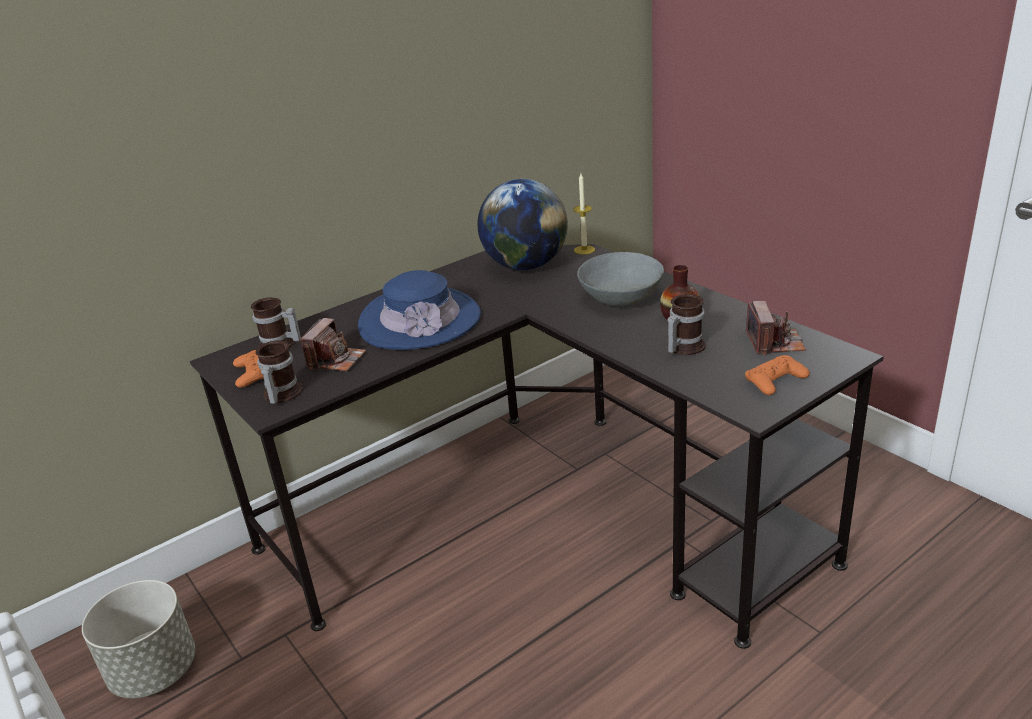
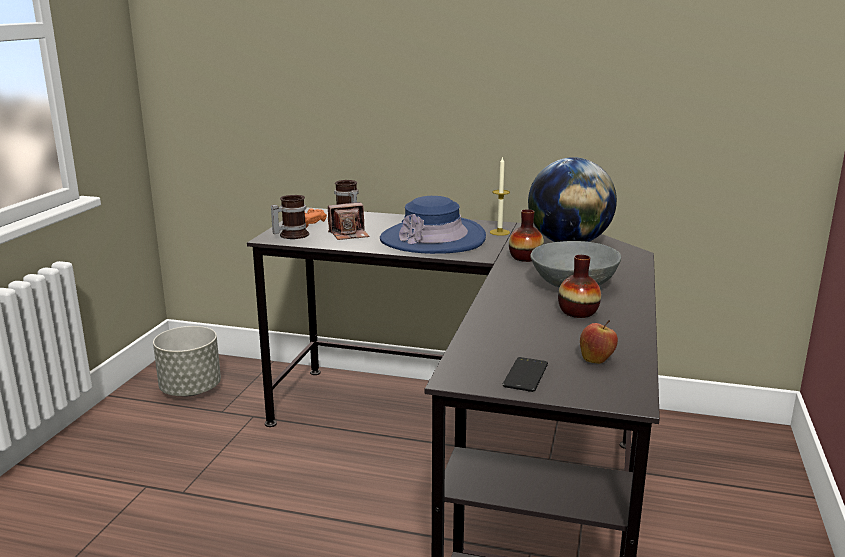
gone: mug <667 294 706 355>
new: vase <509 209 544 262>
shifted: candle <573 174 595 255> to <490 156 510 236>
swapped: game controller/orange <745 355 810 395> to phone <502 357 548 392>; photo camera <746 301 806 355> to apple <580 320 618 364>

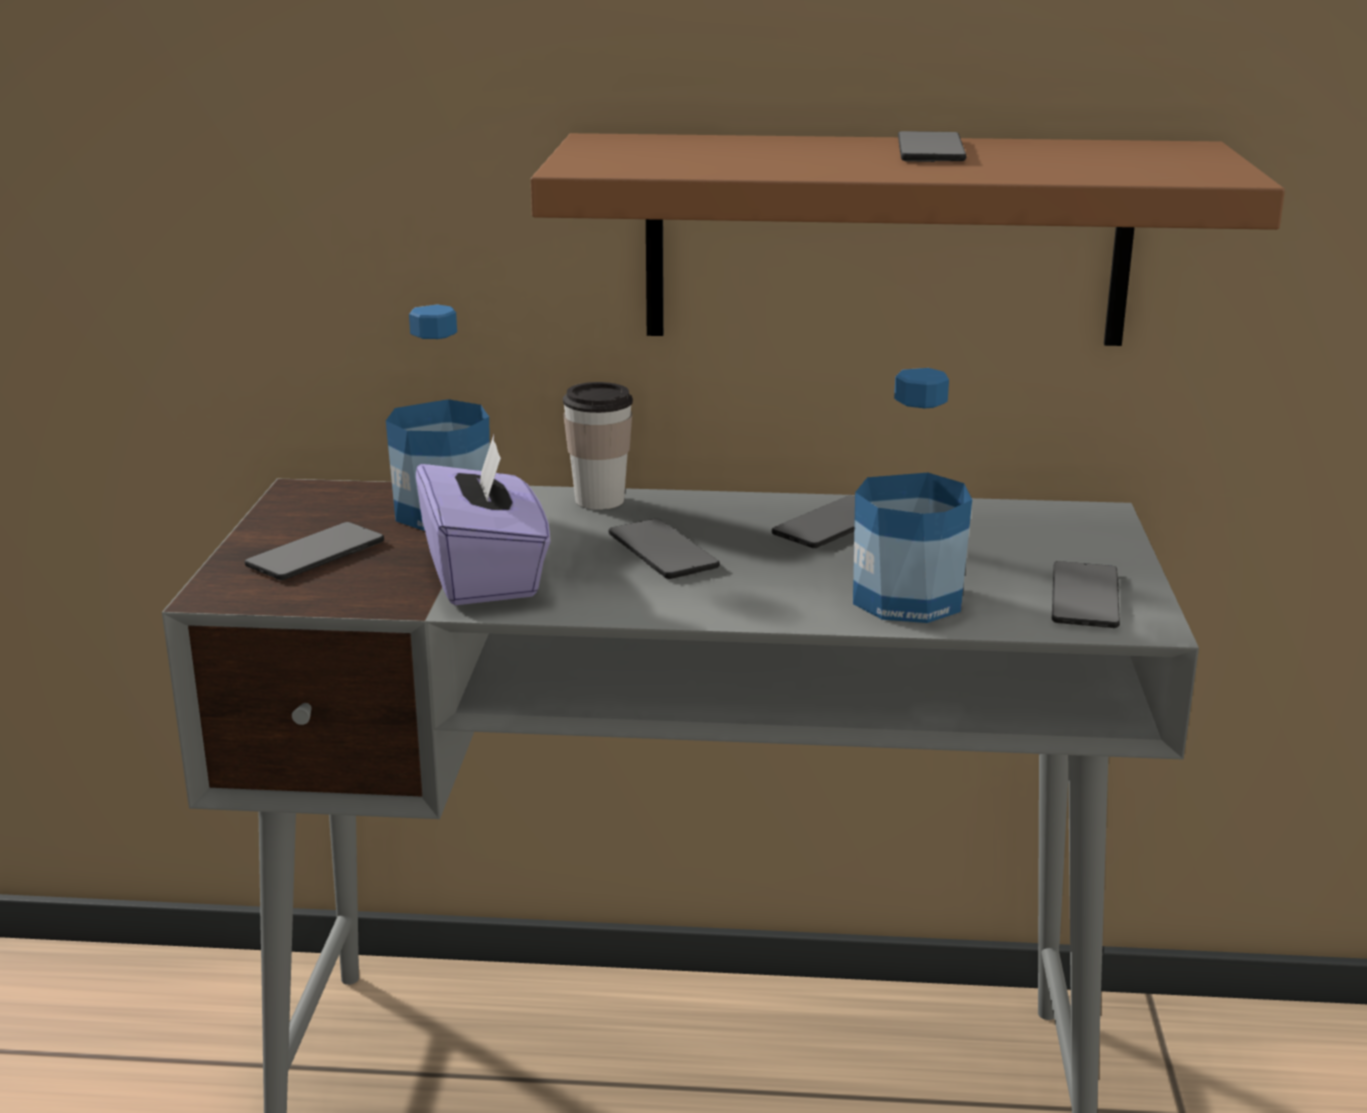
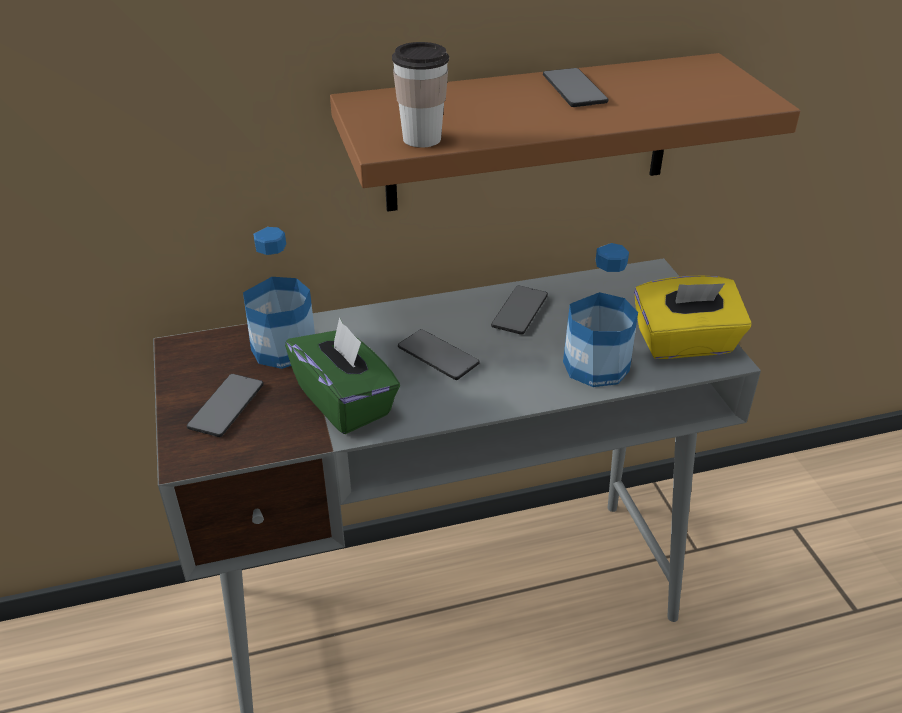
shifted: cup <563 382 633 510> to <392 42 449 148>
swapped: phone <1052 561 1120 628> to tissue box/yellow <634 276 752 359>
repainted: tissue box/purple <416 435 551 605> to tissue box/green <285 317 400 434>

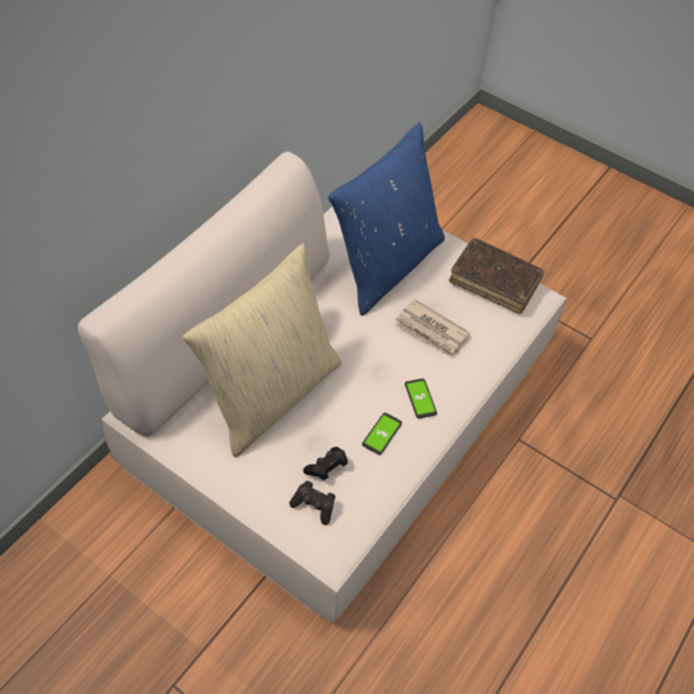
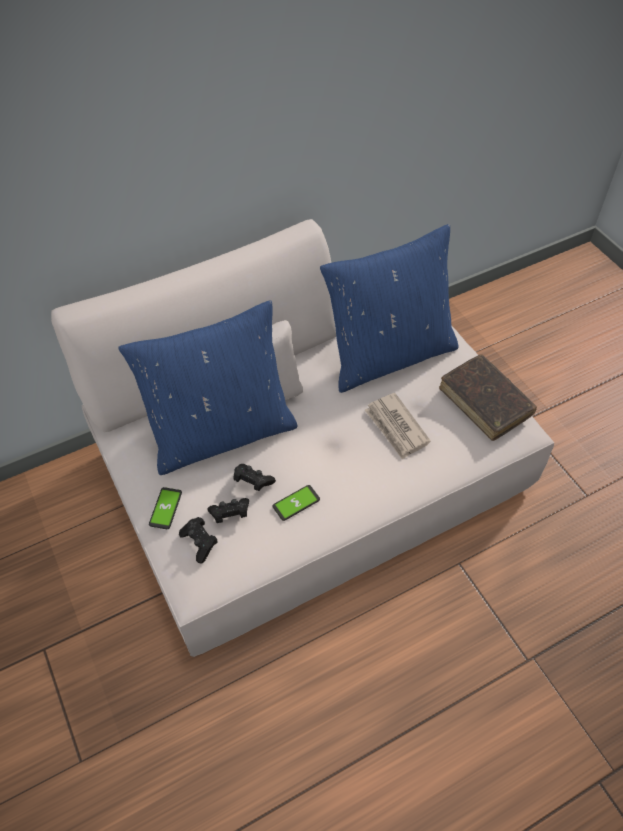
new: game controller/black <233 464 276 491>
shifted: phone <405 379 437 418> to <149 487 182 529>
repainted: pillow/beige <183 243 341 457> to pillow/blue <118 300 298 475>

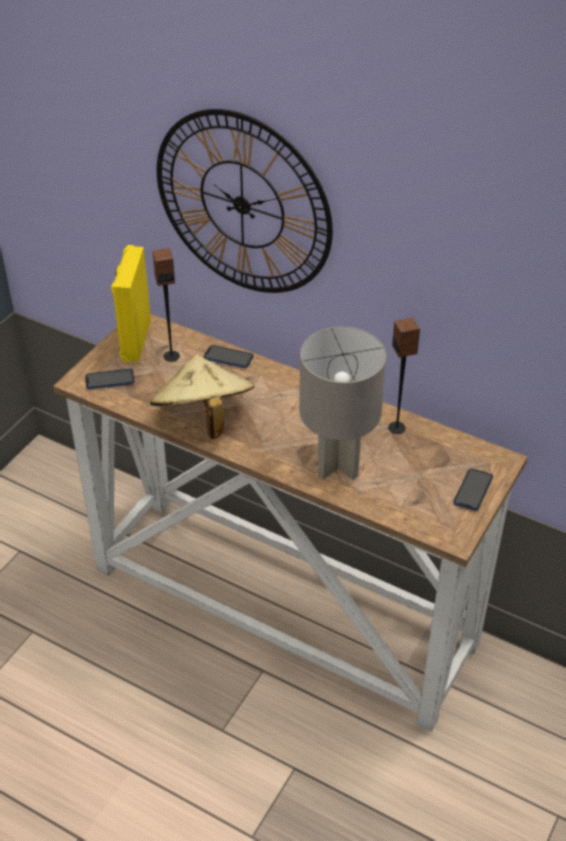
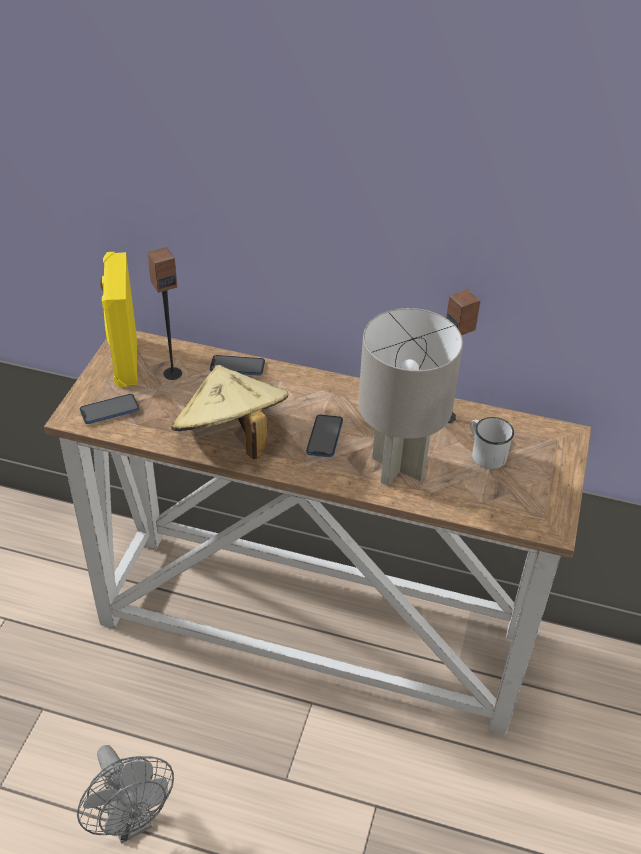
gone: wall clock <157 109 333 293>
new: fan/grey <77 745 174 843>; mug/white <470 417 514 469>
shifted: phone <453 469 493 511> to <306 415 343 457>

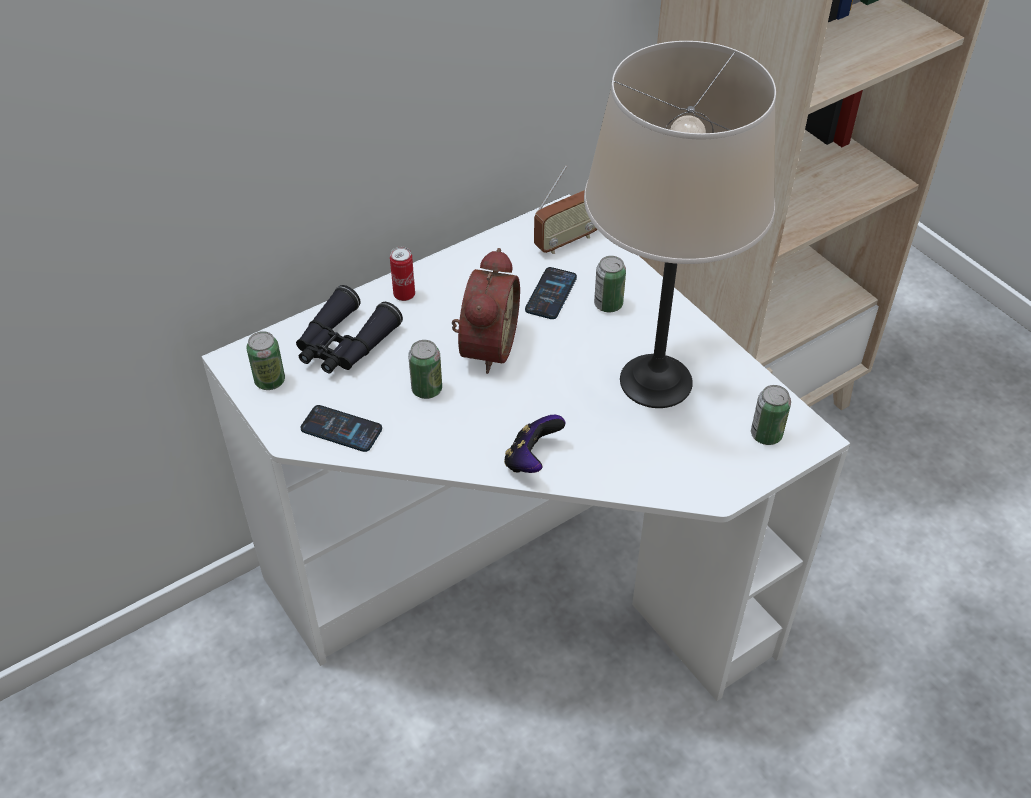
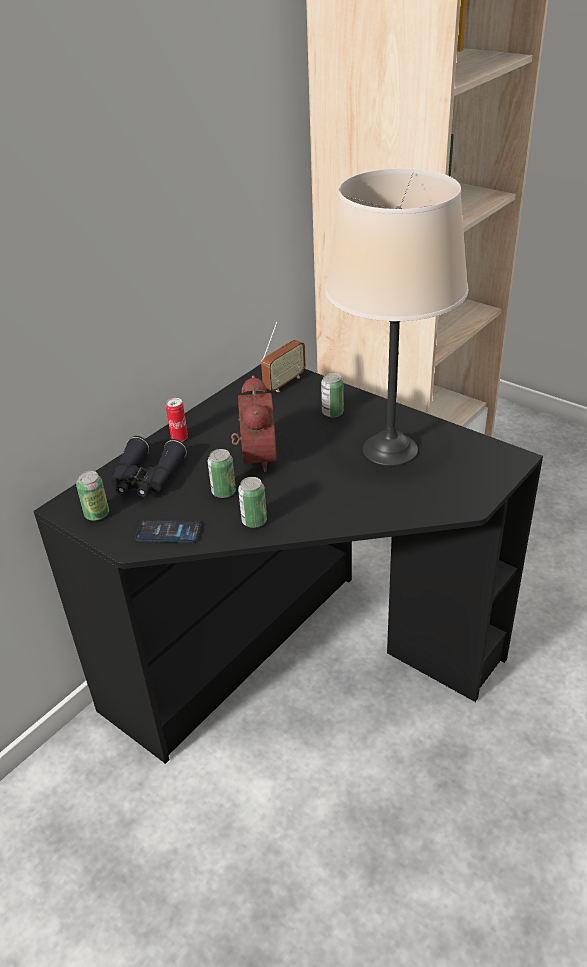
gone: game controller <504 415 565 473>; phone <525 267 577 319>
shifted: can <751 385 791 445> to <238 477 267 528>
repainted: desk/white <201 194 850 701> to desk/black <33 364 543 764>

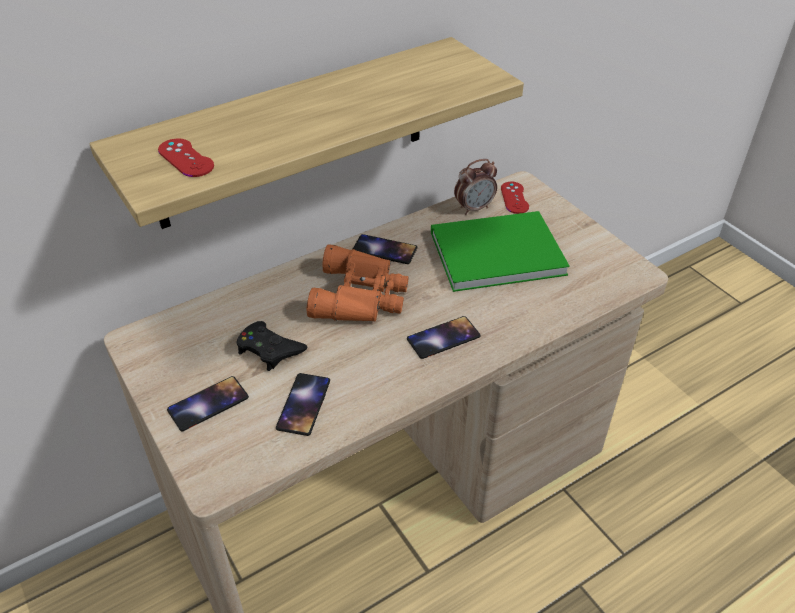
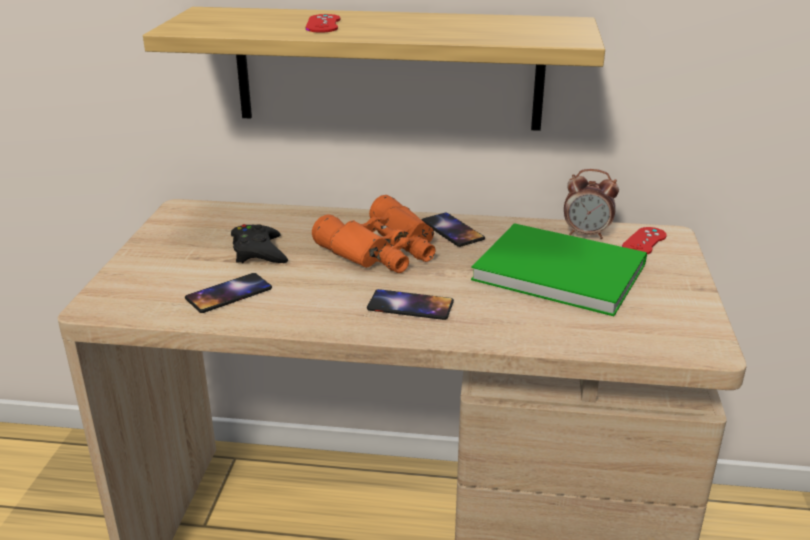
gone: phone <167 376 249 431>
shifted: game controller/red <158 139 214 177> to <306 14 340 33>

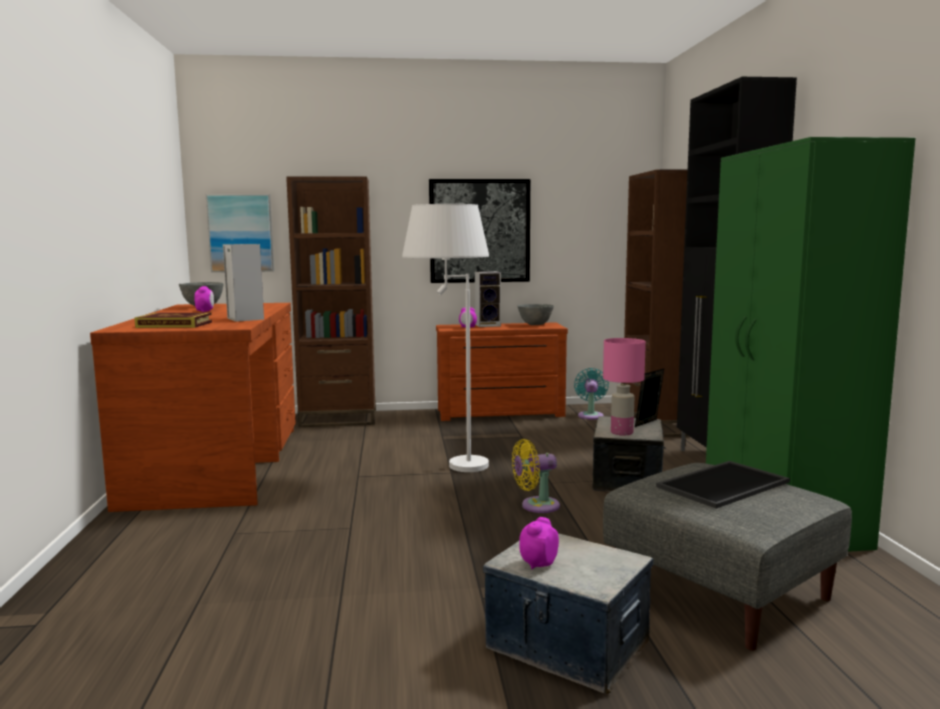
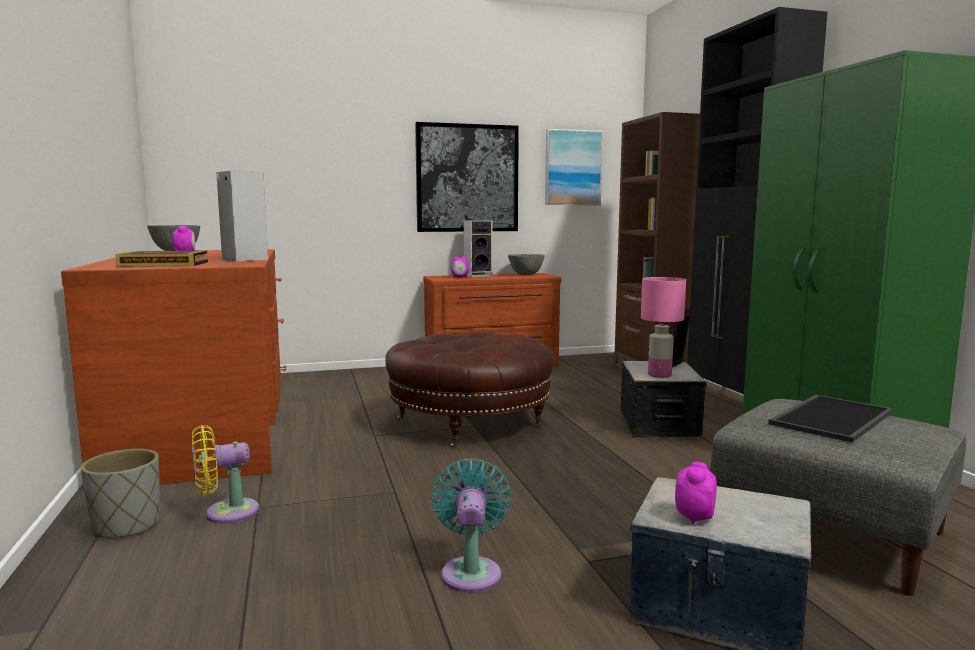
gone: bookcase/brown <286 176 376 427>
new: planter/grey <81 449 160 538>
shifted: picture <206 194 274 272> to <545 129 603 205>; fan/yellow <512 439 560 513> to <192 425 259 523>; fan/turquoise <574 368 609 420> to <431 459 512 593>
swapped: floor lamp/white <402 204 489 472> to ottoman/brown <385 332 554 448>

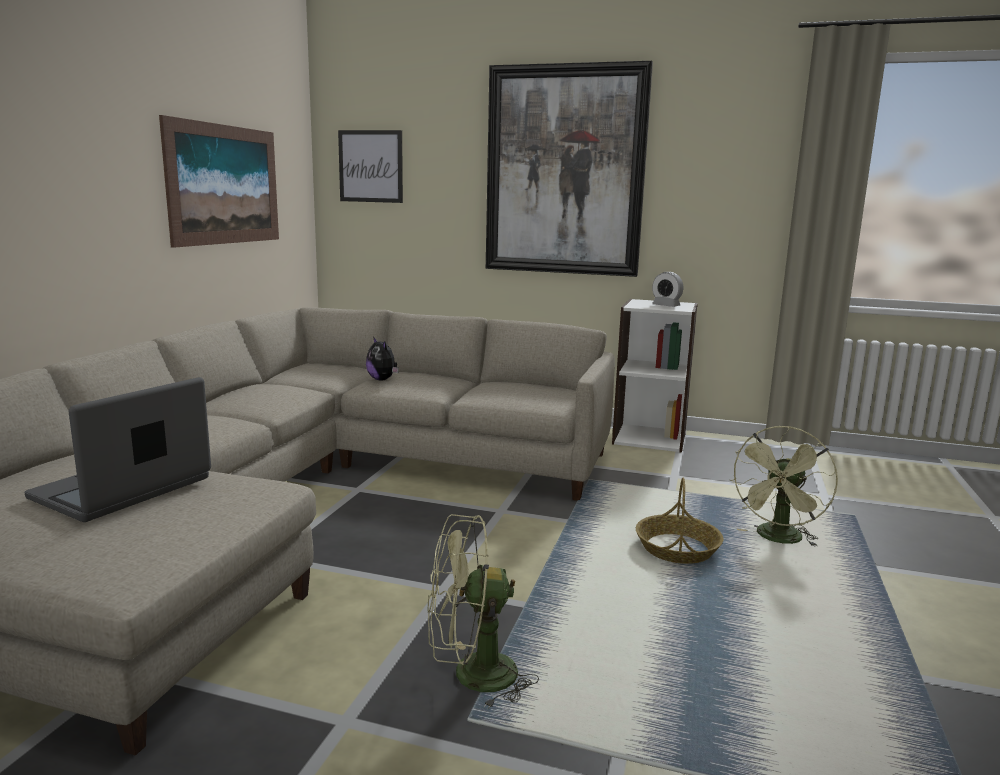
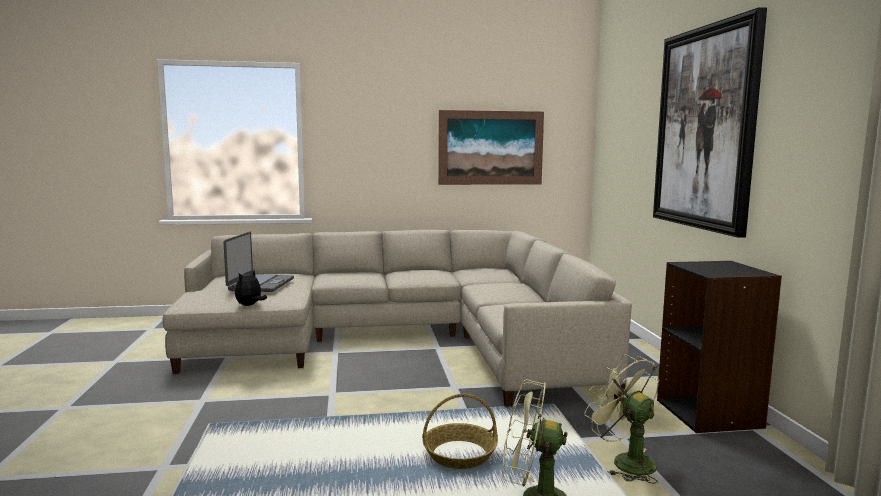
gone: picture <338 130 403 203>; alarm clock <652 272 683 307>
shifted: plush toy <366 338 399 380> to <235 270 267 306>; fan/green <428 514 539 708> to <584 354 660 484>
repainted: bookcase/white <612 299 698 453> to bookcase/black <657 261 782 433>
rotated: laptop <25 377 211 522> = <223 232 294 292> 90 degrees clockwise

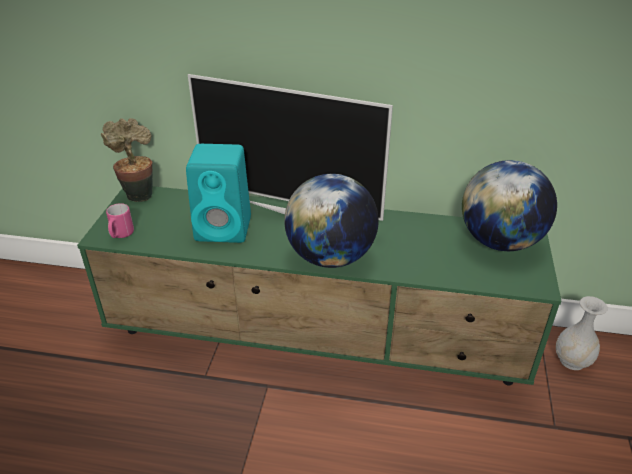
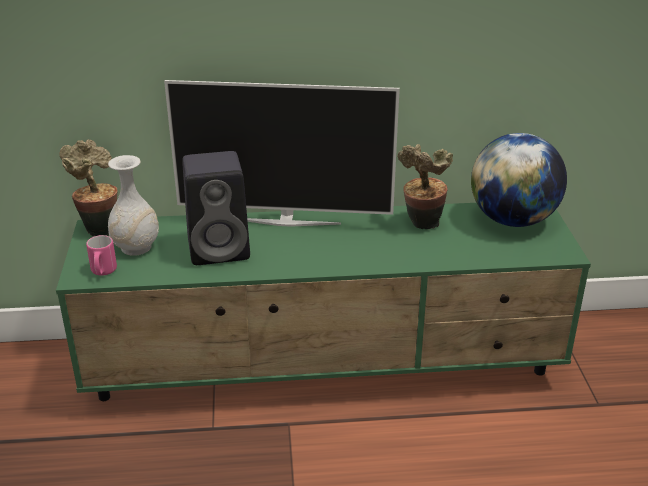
gone: globe <284 174 379 268>
new: potted plant <397 144 453 229>
shifted: vase/white <556 296 608 370> to <108 155 159 256>
repainted: speaker/turquoise <186 144 251 243> to speaker/black <182 151 250 265>

